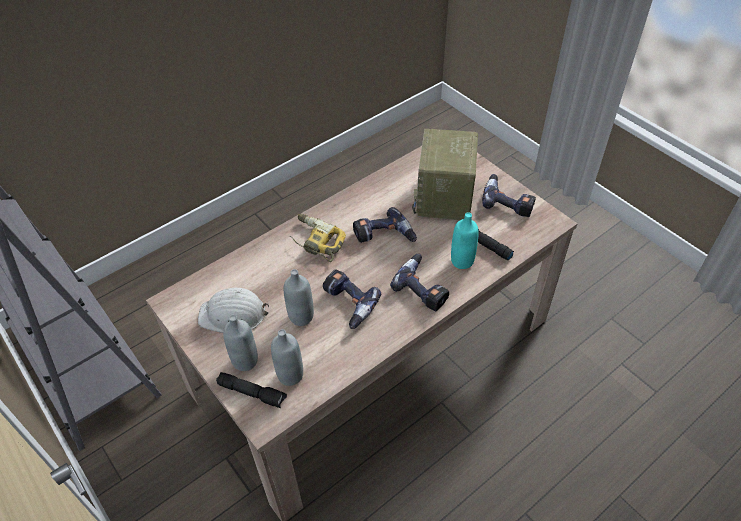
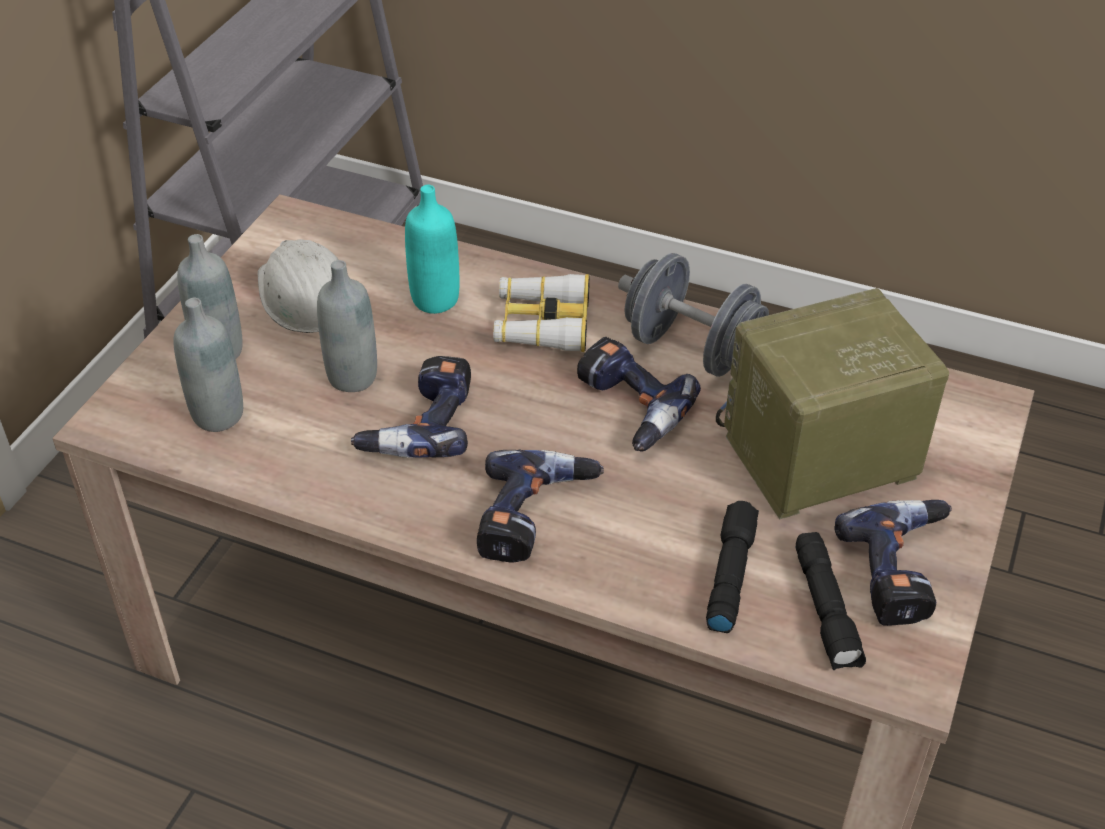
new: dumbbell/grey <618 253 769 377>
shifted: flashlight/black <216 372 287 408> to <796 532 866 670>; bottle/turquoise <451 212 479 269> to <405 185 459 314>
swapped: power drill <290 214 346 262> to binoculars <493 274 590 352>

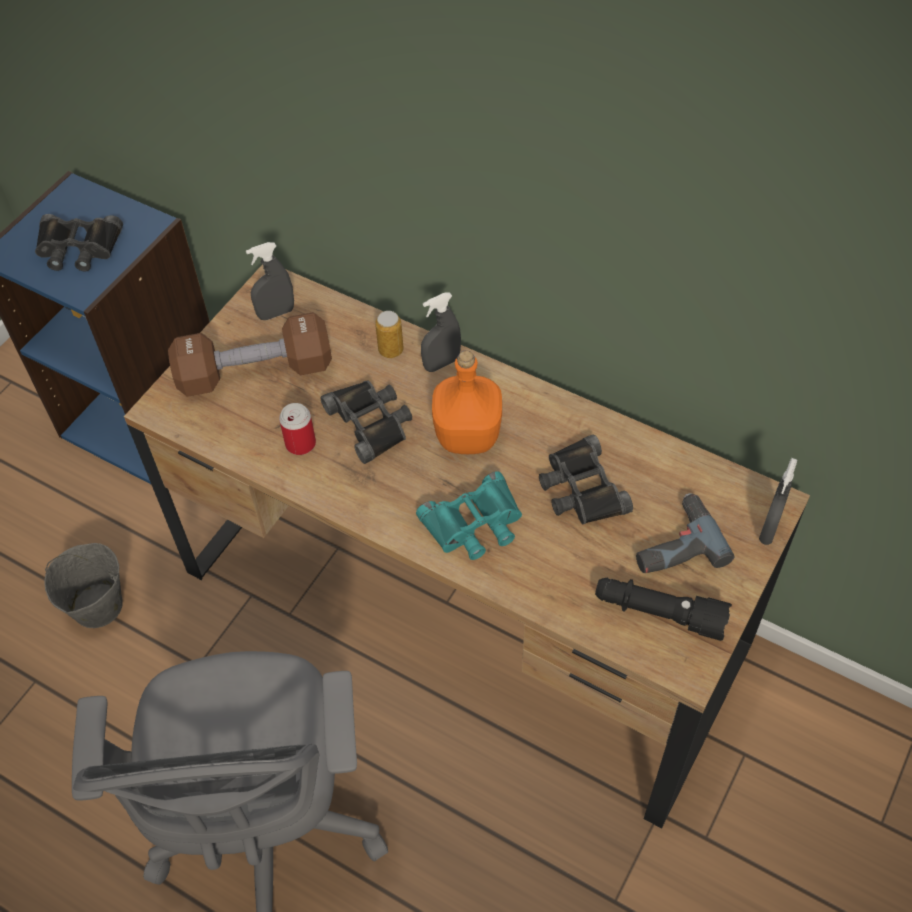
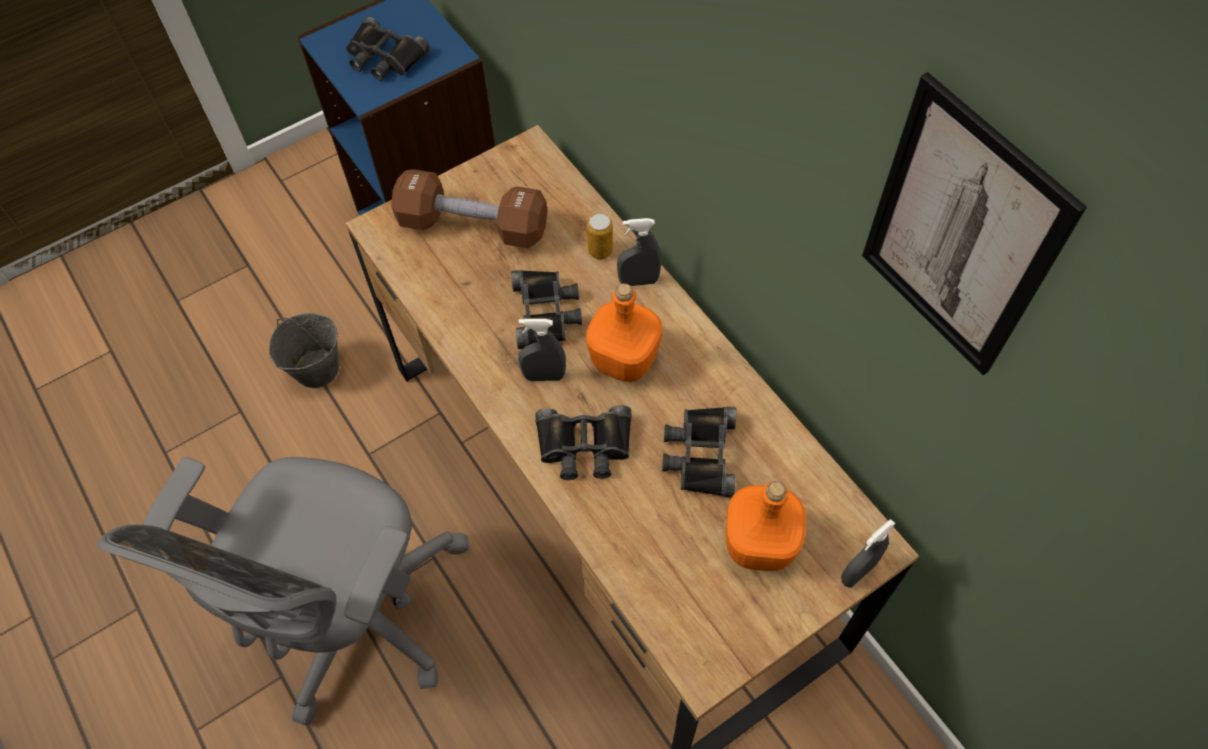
gone: can <279 403 316 455>; flashlight/black <595 578 732 641>
new: picture <862 72 1087 375>
shifted: spray bottle/grey <246 242 294 320> to <518 319 566 381>
swapped: power drill <636 493 734 573> to bottle/orange <726 481 806 571>
repainted: binoculars/turquoise <416 471 522 560> to binoculars/black <535 405 632 480>

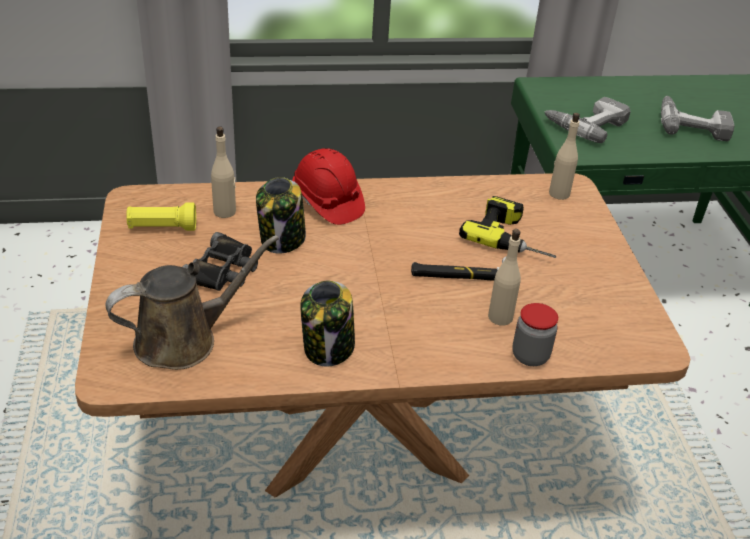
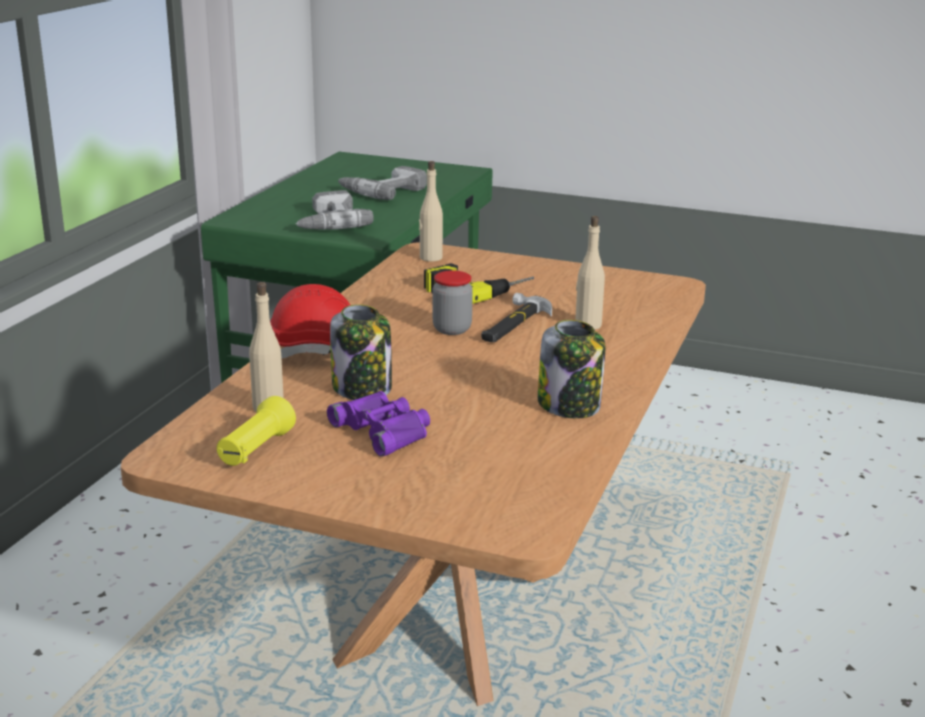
gone: watering can/brown <105 235 279 370>
shifted: jar <512 303 558 366> to <433 270 473 335>
repainted: binoculars/black <183 232 258 291> to binoculars/purple <327 391 430 457>

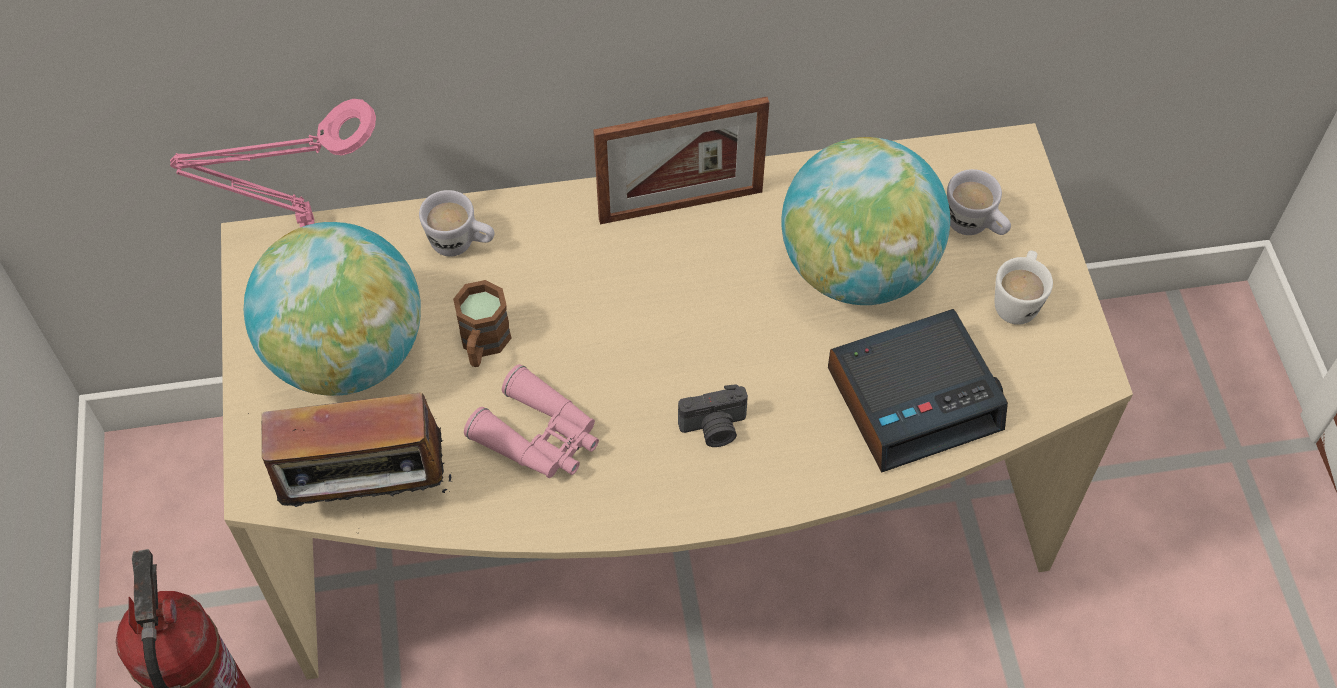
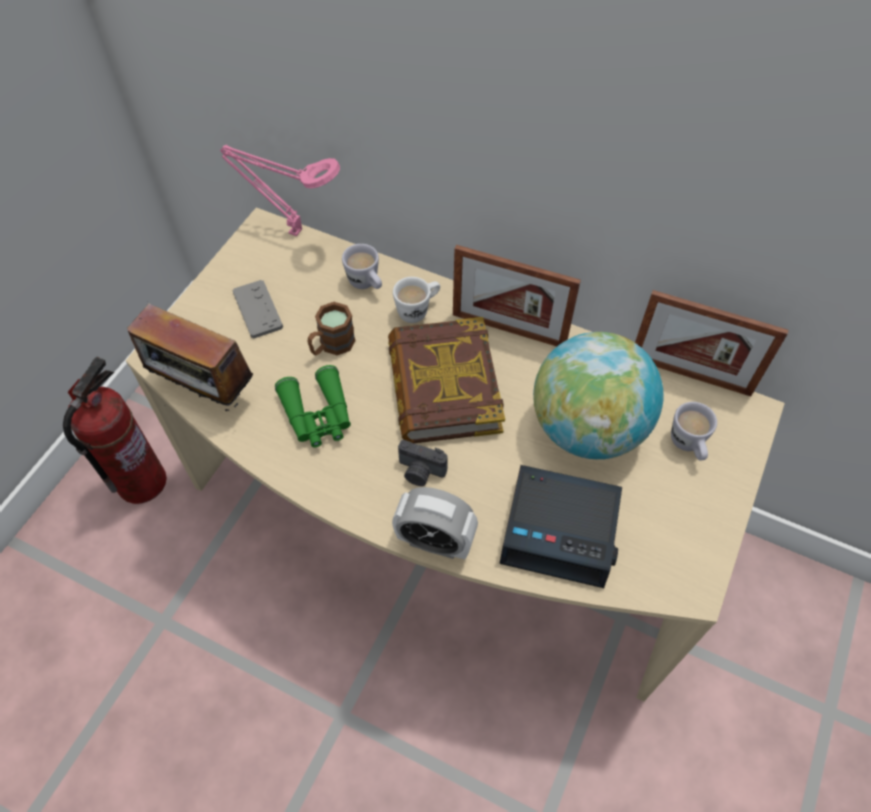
new: book <388 317 505 443>; alarm clock <392 487 478 559>; picture frame <635 290 788 396>
shifted: mug/white <995 250 1053 325> to <393 277 440 323>
swapped: globe <244 222 421 396> to game controller/grey <232 280 283 339>
repainted: binoculars/pink <464 364 599 478> to binoculars/green <275 365 351 447>

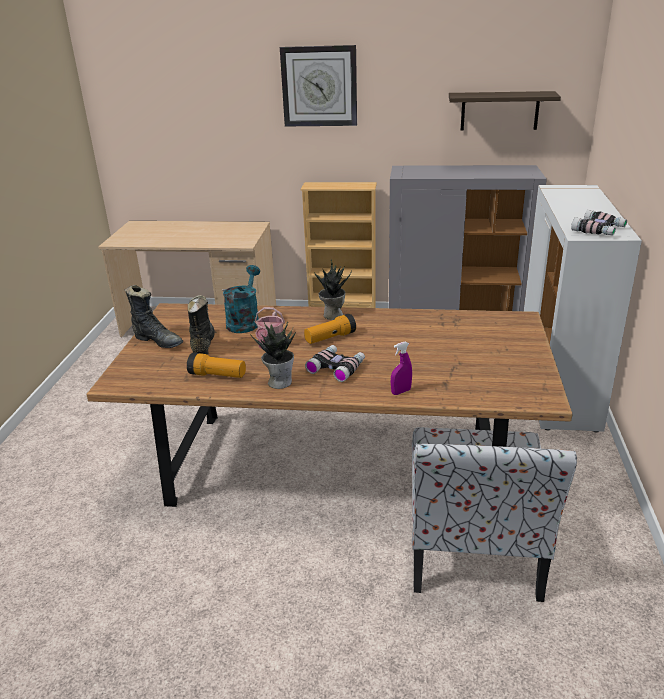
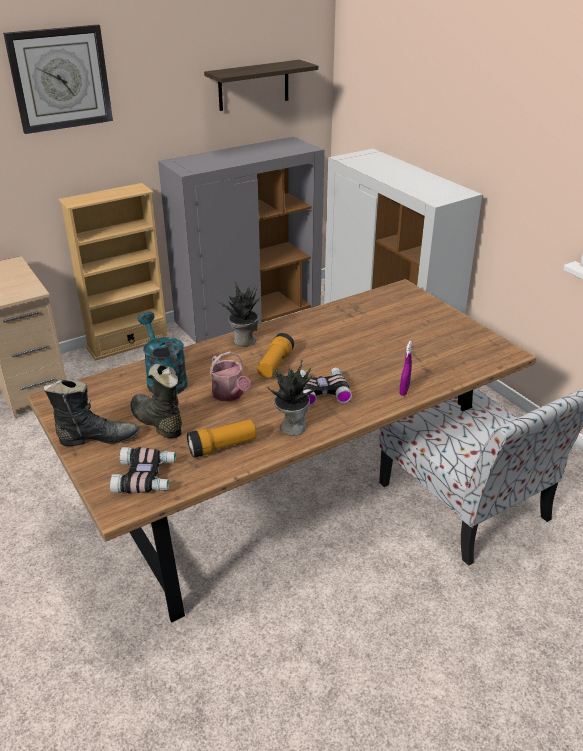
shifted: binoculars <571 210 627 235> to <110 447 176 494>

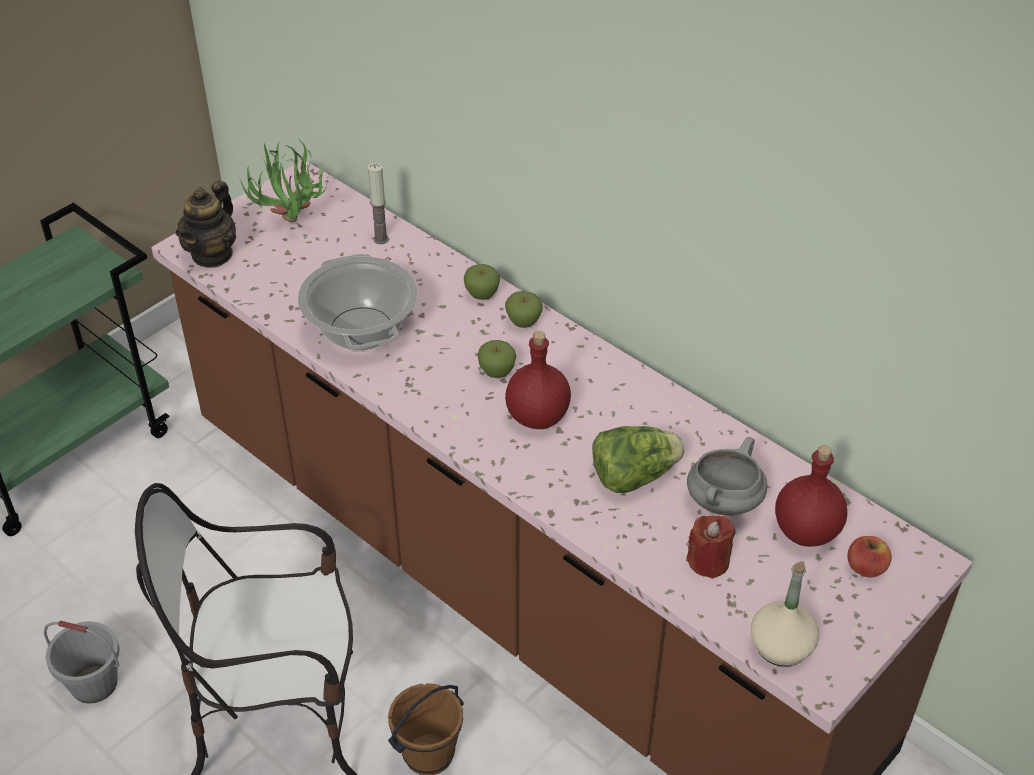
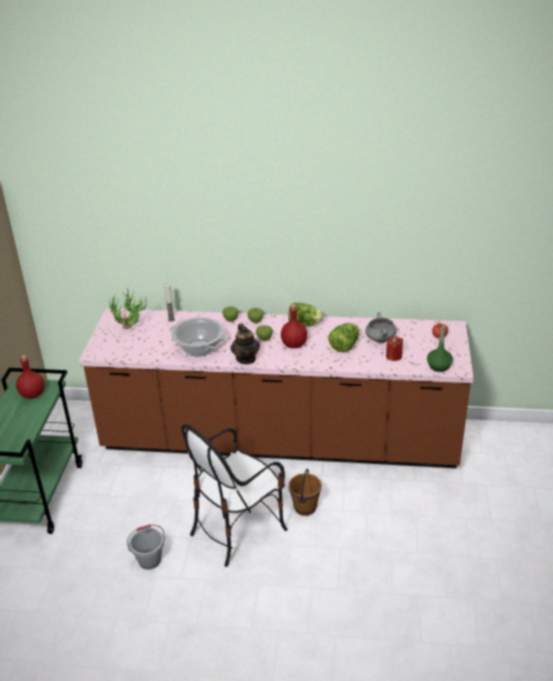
new: lettuce <288 303 324 327>
shifted: teapot <175 181 236 268> to <231 323 260 364>; bottle/red <775 445 847 547> to <16 355 45 399>
repainted: bottle/beige <751 562 819 667> to bottle/green <427 325 453 372>

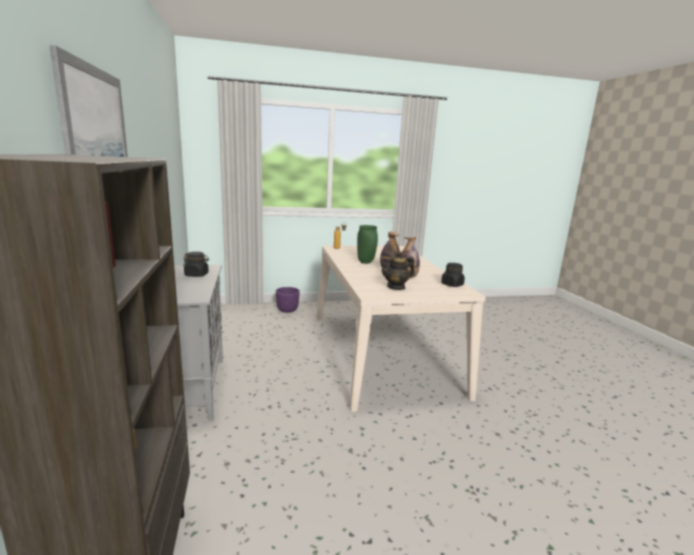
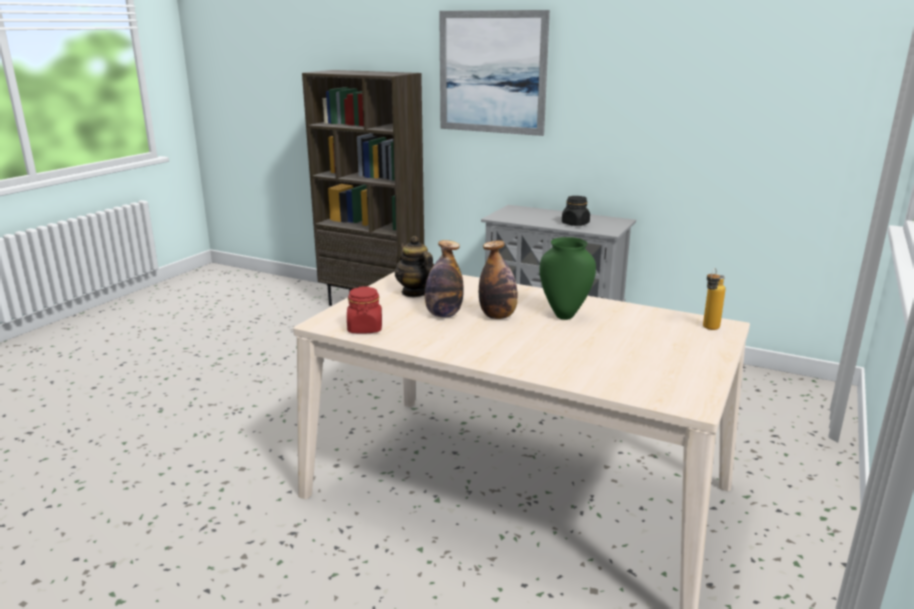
gone: planter/purple <276 287 300 313>
repainted: jar/black <441 263 465 287> to jar/red <347 287 382 334>
rotated: teapot <380 251 415 290> = <395 236 434 297> 45 degrees counterclockwise

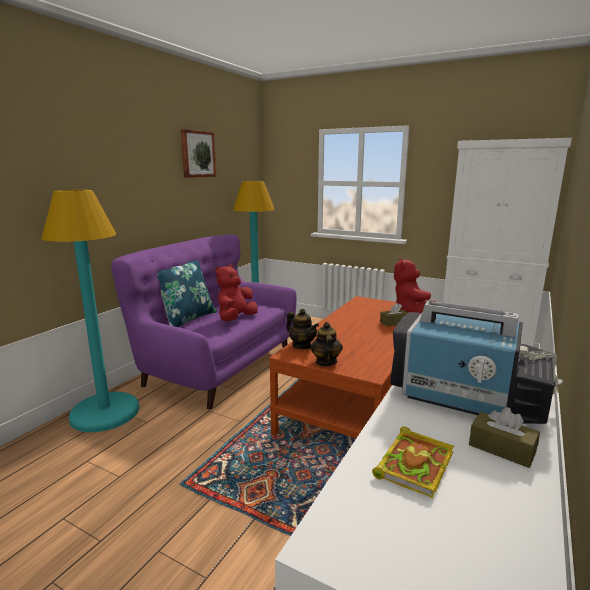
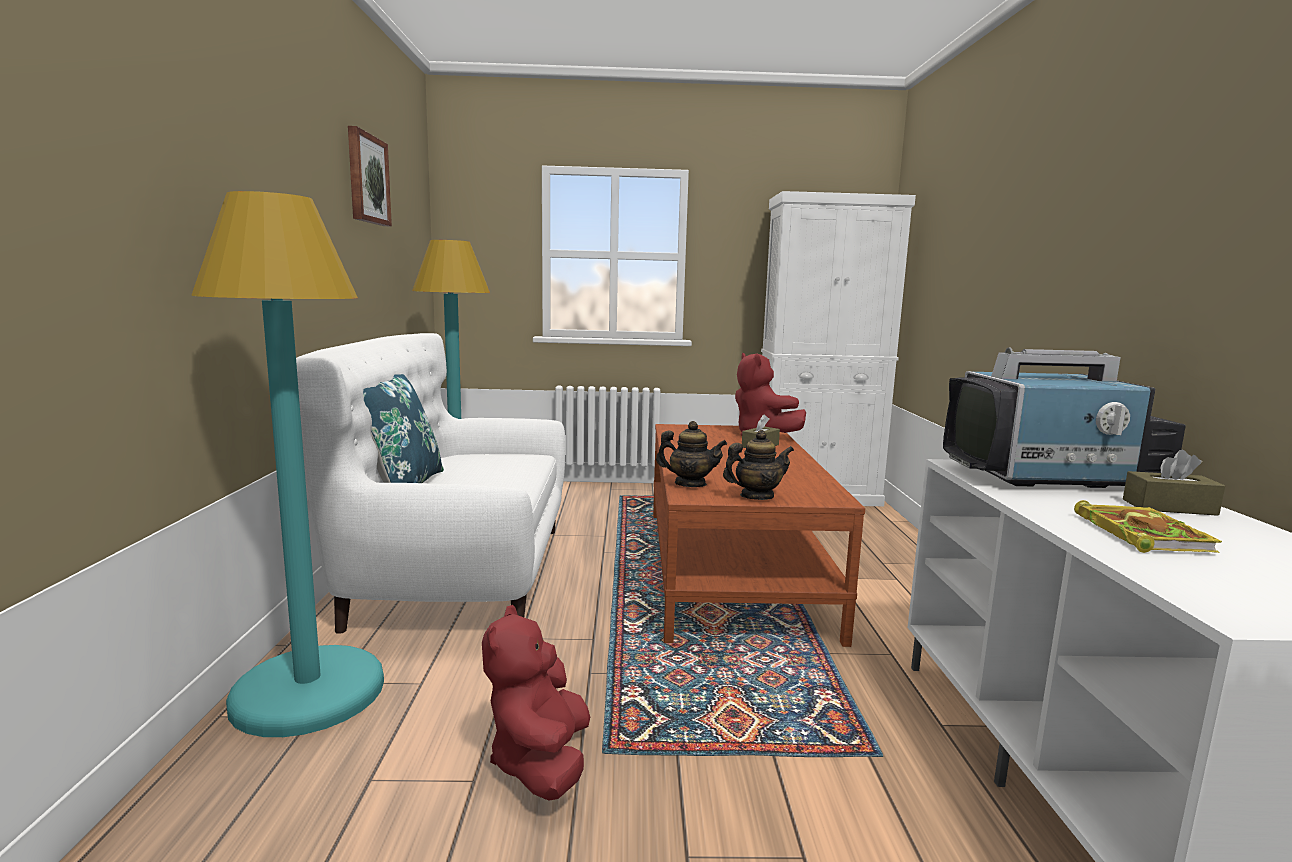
shifted: plush toy/red <215 265 258 321> to <482 605 590 801>
repainted: sofa/purple <111 234 297 410> to sofa/white <296 333 565 634>
rotated: teapot <310 322 343 366> = <723 430 794 500> 105 degrees clockwise

